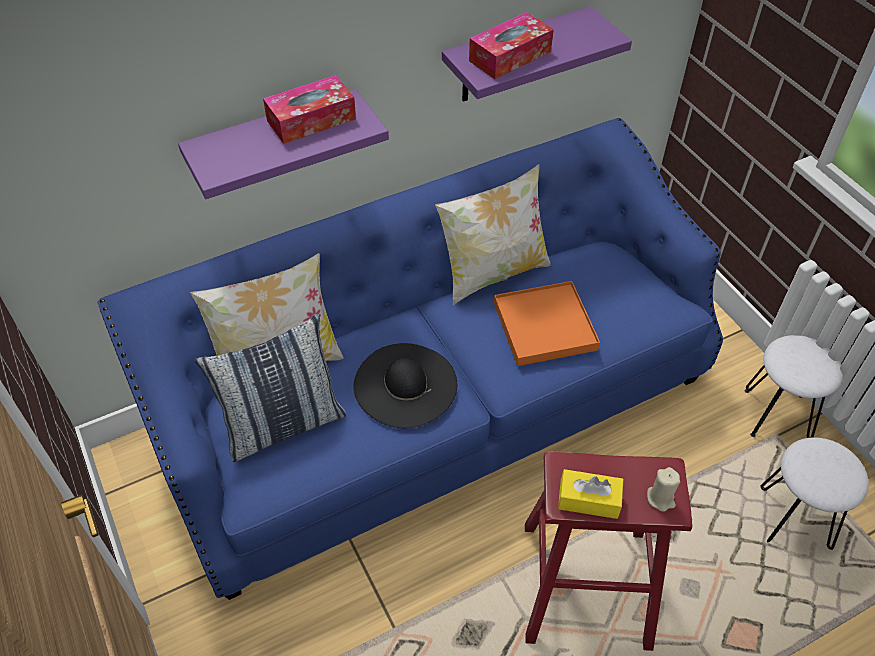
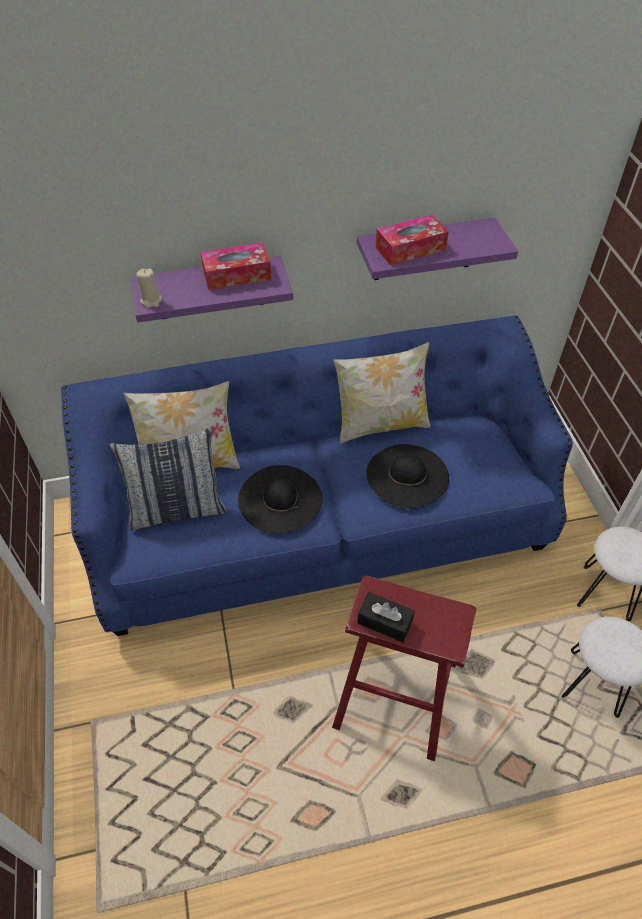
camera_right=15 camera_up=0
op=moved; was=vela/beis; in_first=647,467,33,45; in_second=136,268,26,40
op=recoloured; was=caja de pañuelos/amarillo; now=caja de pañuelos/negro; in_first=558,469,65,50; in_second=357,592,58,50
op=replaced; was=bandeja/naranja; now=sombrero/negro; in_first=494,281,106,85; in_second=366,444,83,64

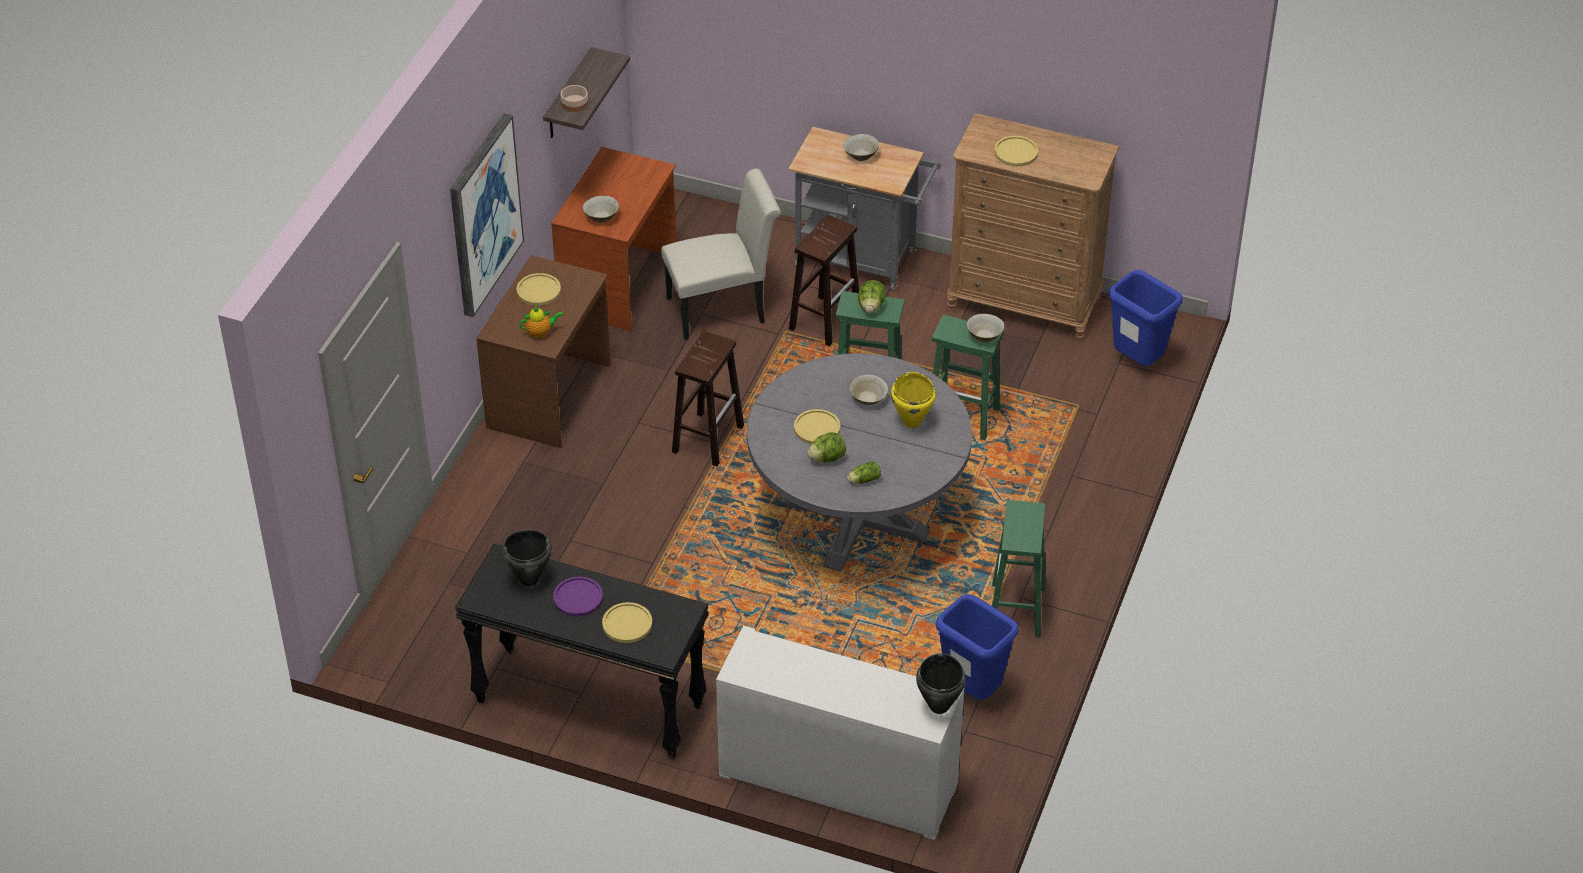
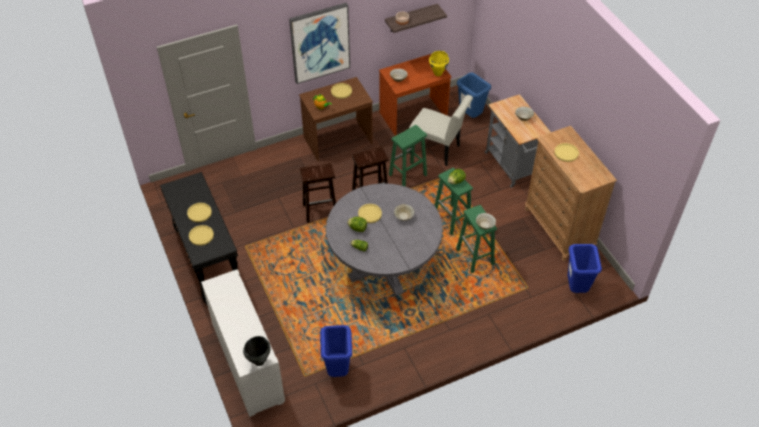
camera_right=45 camera_up=5
op=recoloured; was=plato/morado; now=plato/amarillo; in_first=553,576,50,41; in_second=187,203,25,19
op=moved; was=taburete/marrón; in_first=789,215,70,131; in_second=300,163,36,59
op=moved; was=taburete/verde; in_first=992,500,53,137; in_second=389,125,38,62
op=moved; was=olla/amarillo; in_first=891,372,45,56; in_second=429,51,20,25
op=added; now=papelera/azul; in_second=457,72,34,46
op=removed; was=olla/negro; in_first=502,530,50,56

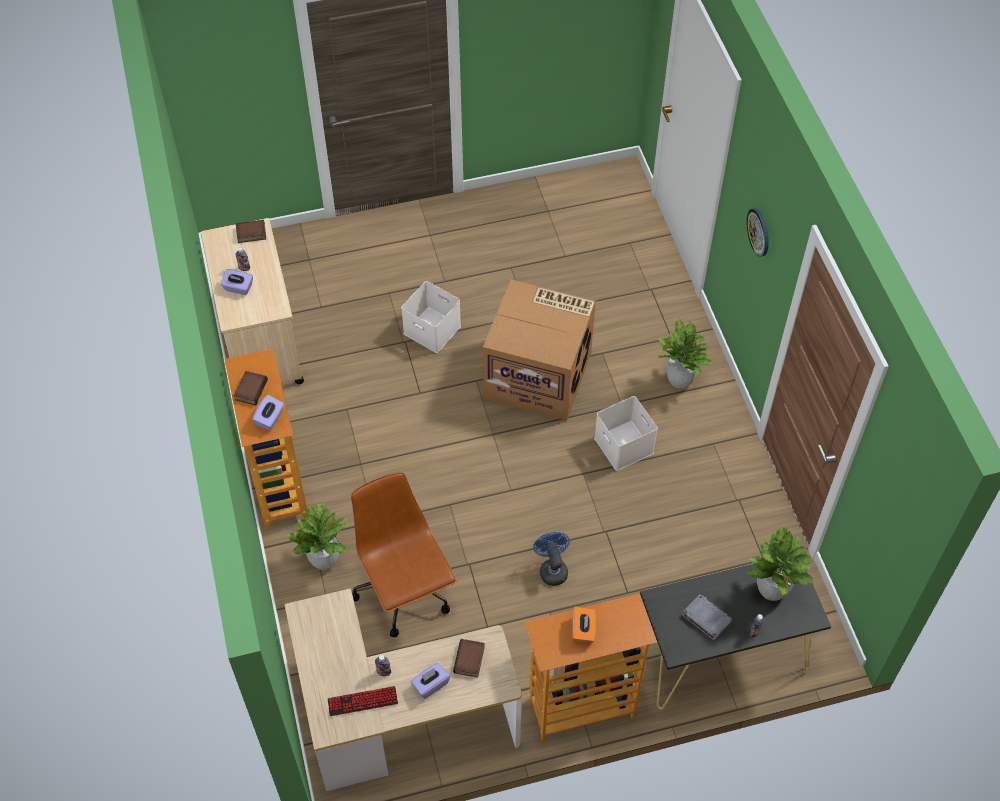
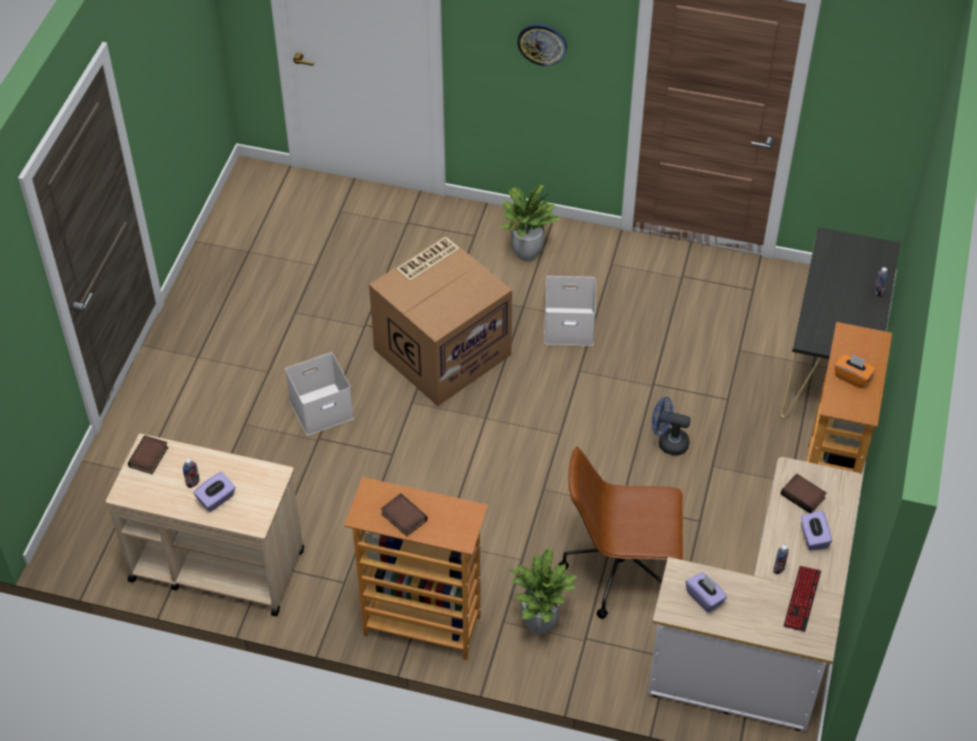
camera_right=-60 camera_up=-5
op=moved; was=caja de pañuelos/morado; in_first=252,395,32,36; in_second=685,572,42,41
op=removed; was=libro/gris; in_first=682,594,50,46
op=removed; was=planta en maceta; in_first=746,527,68,74

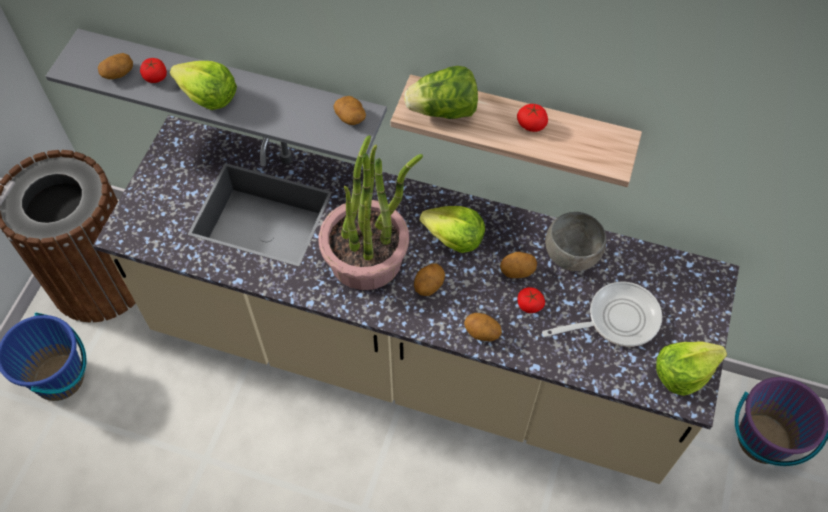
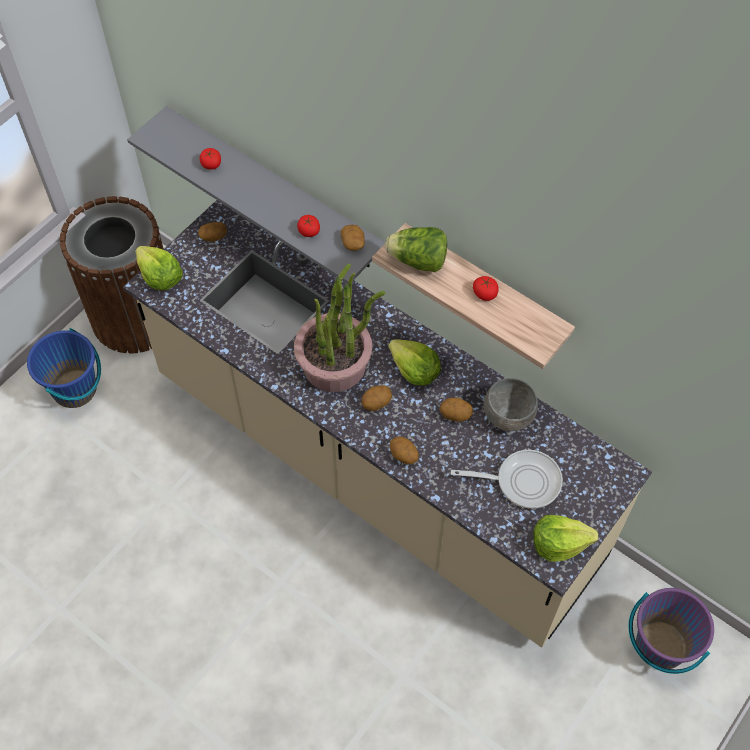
camera_right=20 camera_up=0
op=moved; was=lechuga; in_first=170,61,67,49; in_second=136,246,47,44
op=moved; was=patata; in_first=98,53,35,26; in_second=198,222,29,20
op=moved; was=tomate; in_first=517,287,28,26; in_second=297,215,23,22

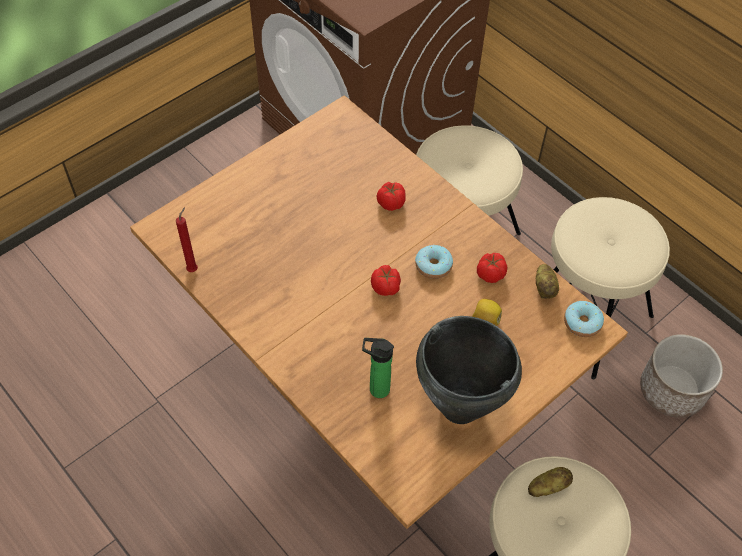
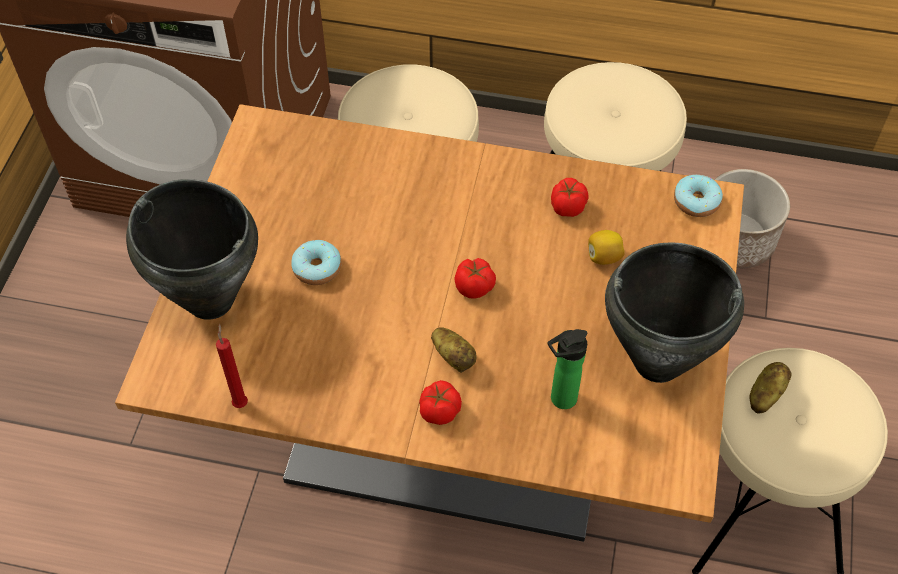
camera_right=-35 camera_up=0
op=added; now=olla/negro; in_second=126,179,132,141
op=moved; was=rosquilla; in_first=415,245,38,34; in_second=291,240,50,45
op=moved; was=tomate; in_first=377,182,29,29; in_second=419,380,43,45
op=moved; was=patata; in_first=536,264,23,35; in_second=431,327,46,46

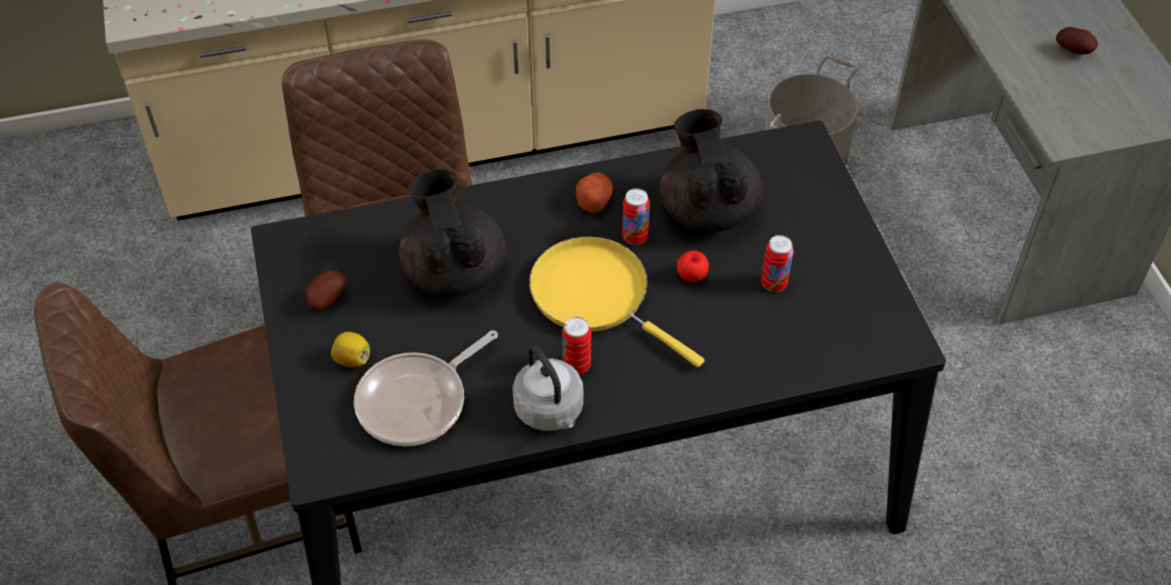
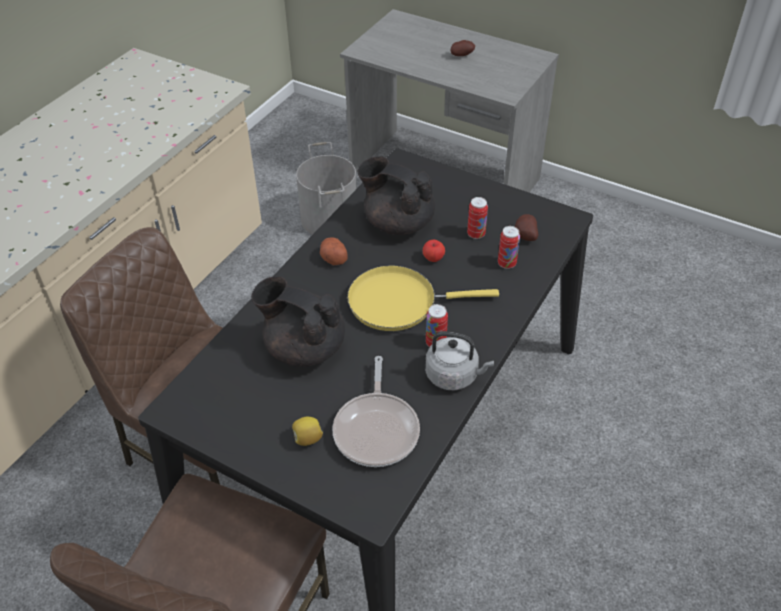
camera_right=-45 camera_up=-5
op=moved; was=lata; in_first=622,188,28,57; in_second=498,226,22,43
op=moved; was=patata; in_first=306,271,40,40; in_second=515,214,23,27

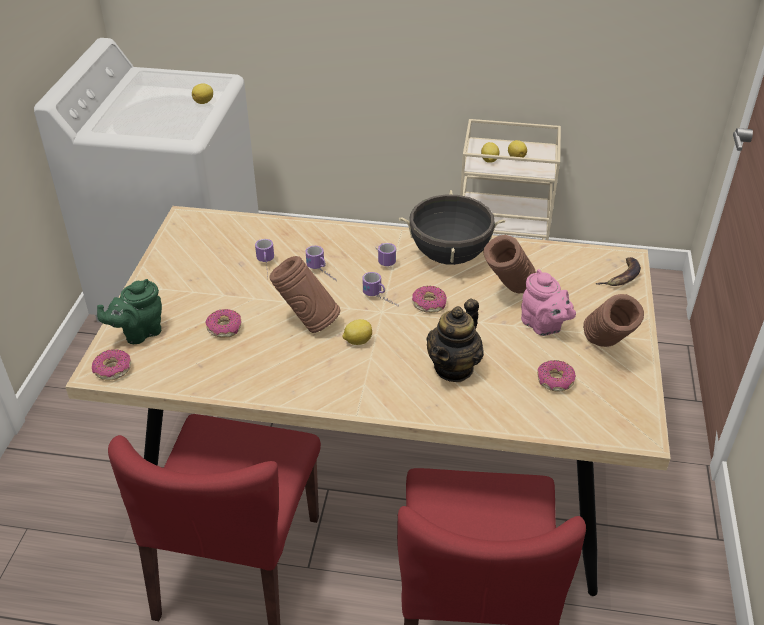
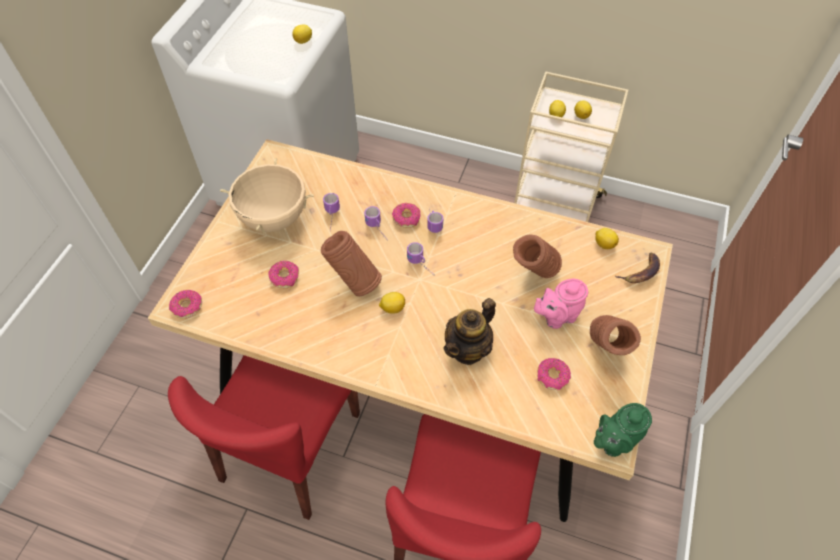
camera_right=10 camera_up=15
op=added; now=olla/beis; in_second=220,158,94,76
op=moved; was=rosquilla; in_first=412,286,35,27; in_second=392,203,29,25
op=turned; was=tetera/rosa; in_first=521,269,55,67; in_second=534,279,54,50; clockwise=90
op=moved; was=tetera/verde; in_first=97,279,65,65; in_second=594,403,58,54
op=added; now=limón; in_second=595,228,24,21
op=removed; was=olla/negro; in_first=399,190,107,75

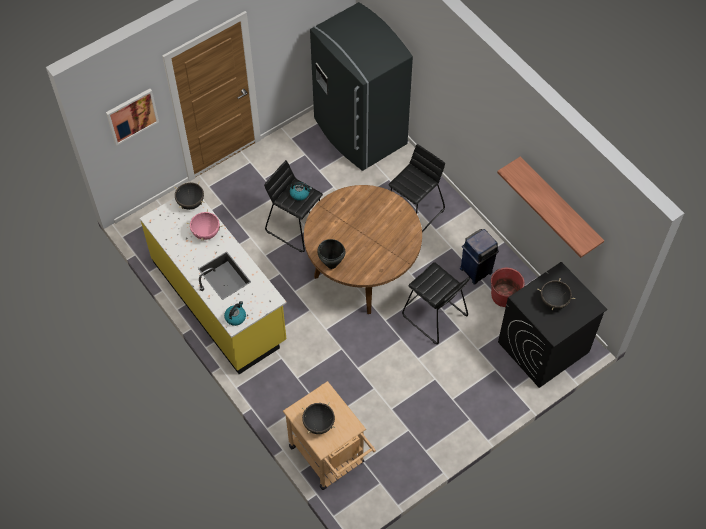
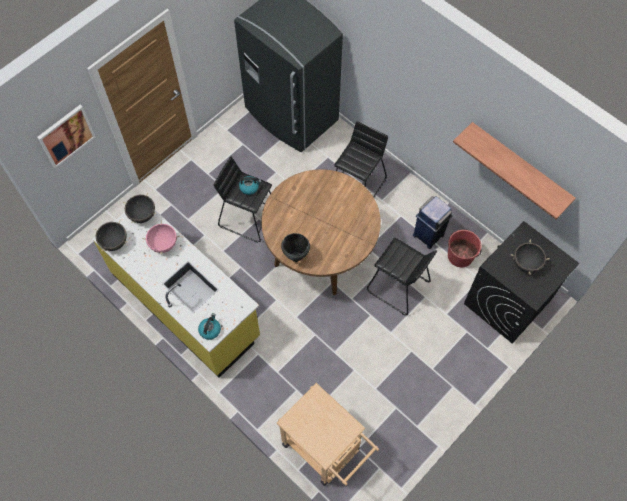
camera_right=-10 camera_up=5
op=moved; was=olla/negro; in_first=302,402,34,32; in_second=95,220,33,31

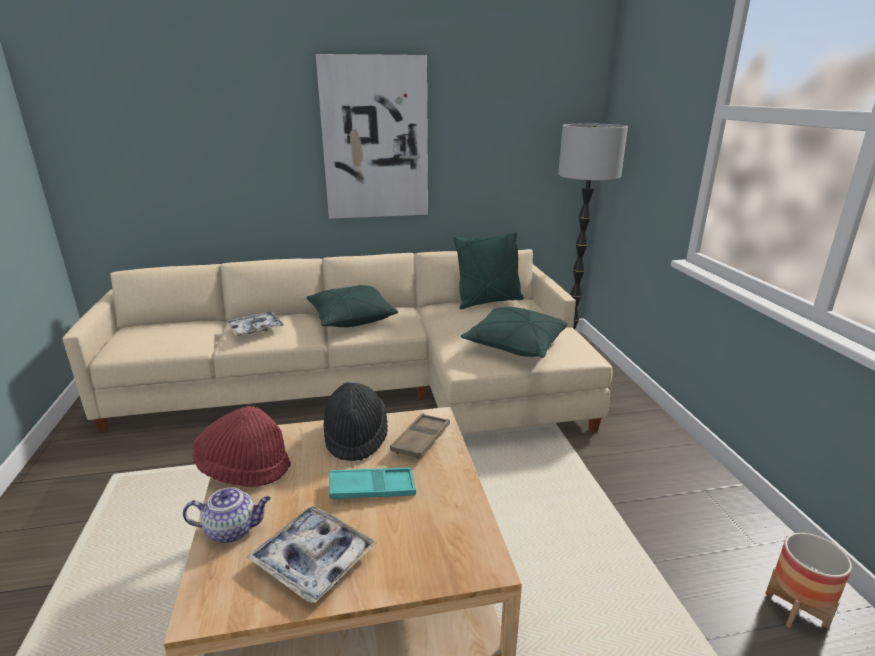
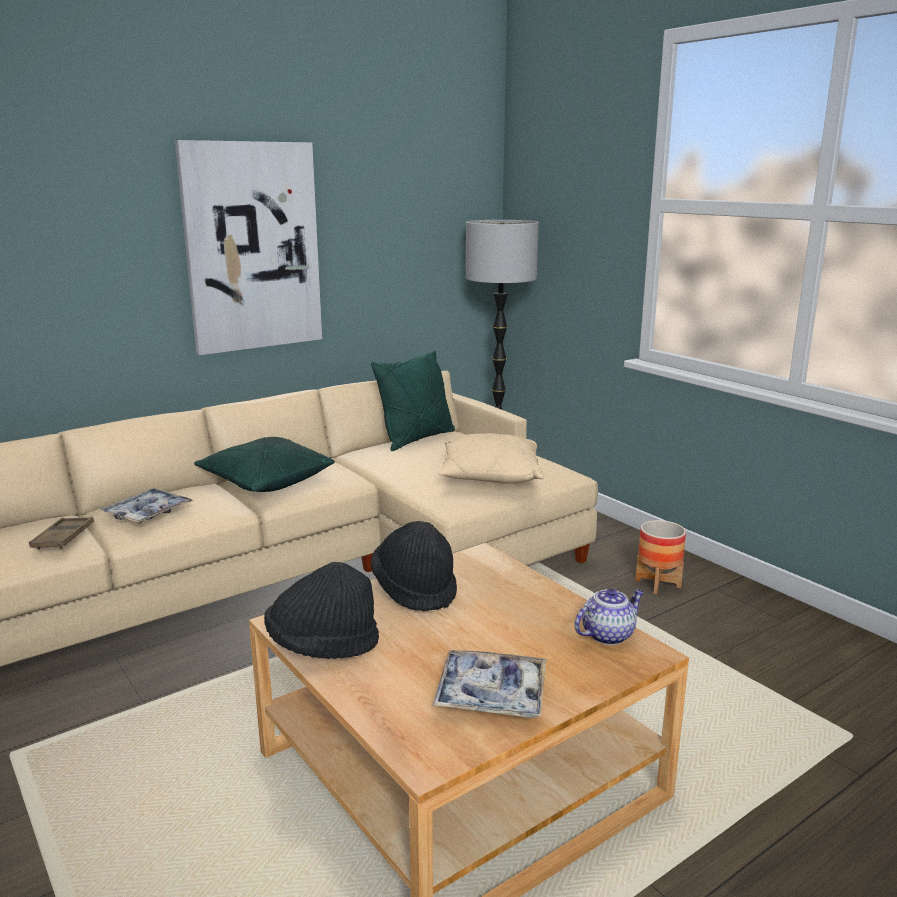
camera_right=-25 camera_up=-5
op=moved; was=bandeja/marrón; in_first=390,413,60,46; in_second=29,517,65,33
op=recoloured; was=sombrero/rojo; now=sombrero/negro; in_first=192,406,99,81; in_second=264,562,115,97
op=recoloured; was=cojín/verde; now=cojín/beis; in_first=461,307,107,51; in_second=438,433,106,51
op=moved; was=tetera; in_first=183,487,88,56; in_second=574,588,70,57
op=moved; was=maceta; in_first=765,533,87,96; in_second=635,520,51,74
op=removed; was=bandeja/turquesa; in_first=329,468,87,31

